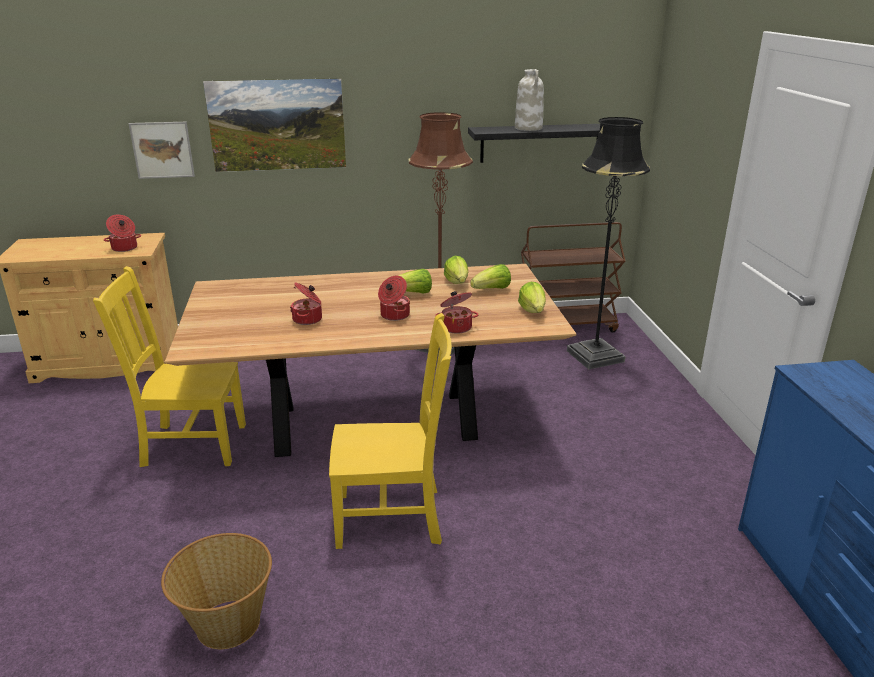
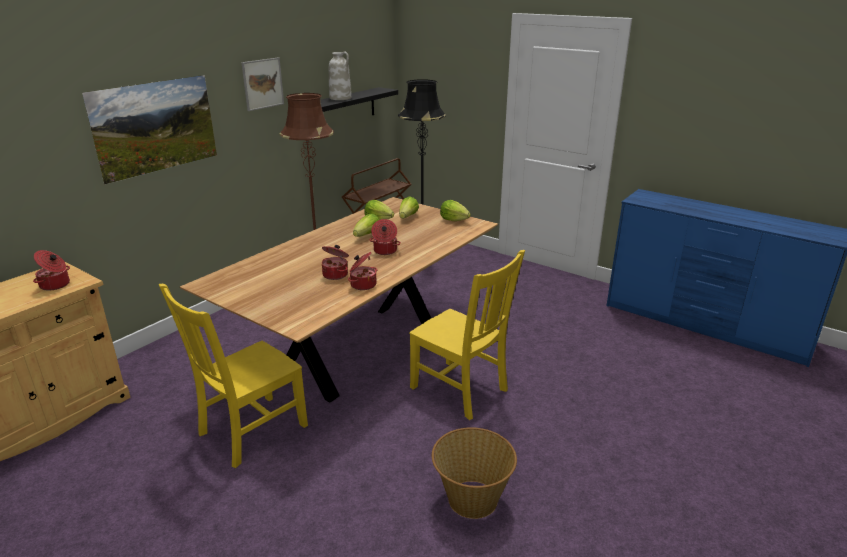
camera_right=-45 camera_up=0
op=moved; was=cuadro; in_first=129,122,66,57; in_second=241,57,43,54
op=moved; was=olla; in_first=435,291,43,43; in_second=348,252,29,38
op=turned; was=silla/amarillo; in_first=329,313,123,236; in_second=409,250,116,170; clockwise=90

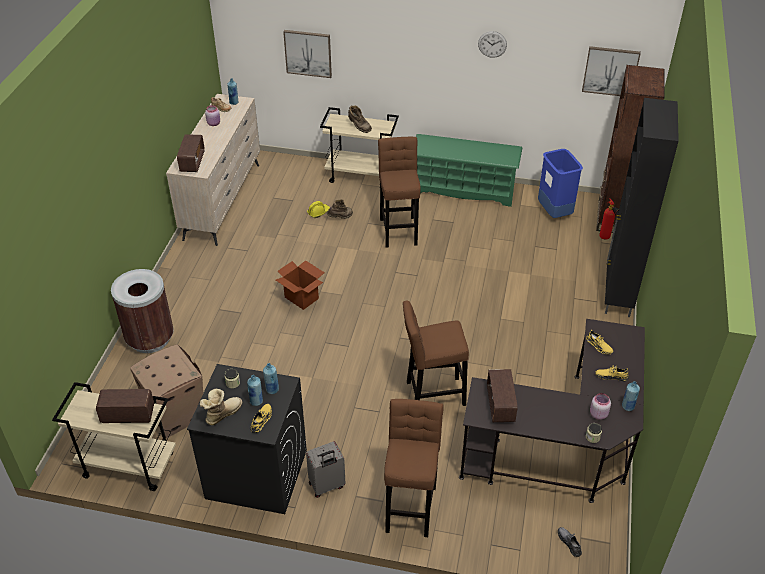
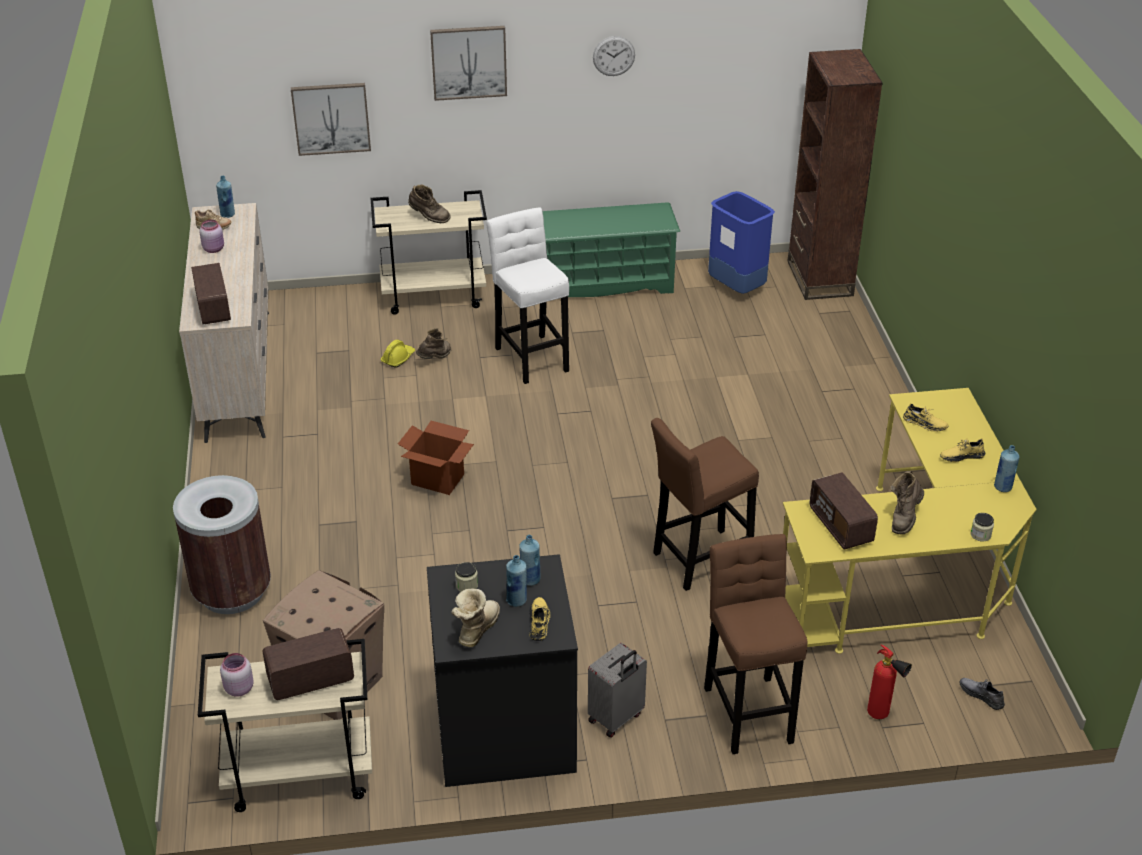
camera_right=-20 camera_up=-5
op=moved; was=tarro/rosa; in_first=590,393,21,27; in_second=220,653,34,44
op=moved; was=cuadro; in_first=582,46,59,50; in_second=430,26,77,75
op=recoloured; was=taburete/marrón; now=taburete/blanco; in_first=378,137,43,111; in_second=486,207,83,177
op=recoloured; was=escritorio/negro; now=escritorio/amarillo; in_first=459,319,186,184; in_second=783,388,253,266
op=moved; was=extintor; in_first=599,198,20,42; in_second=867,645,45,74
op=added; now=bota/marrón; in_second=890,471,34,63
op=removed; was=armario/negro; in_first=605,98,74,219

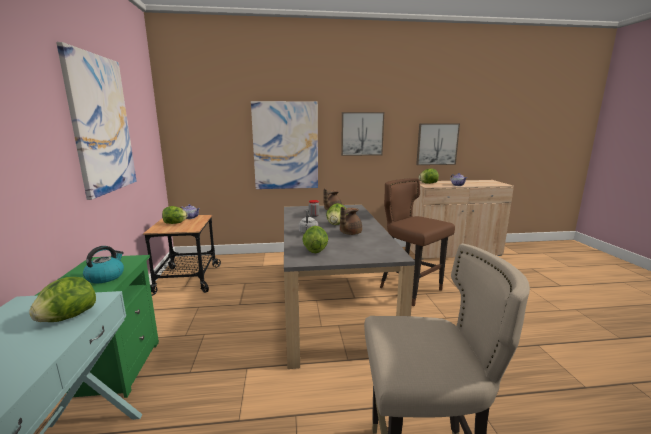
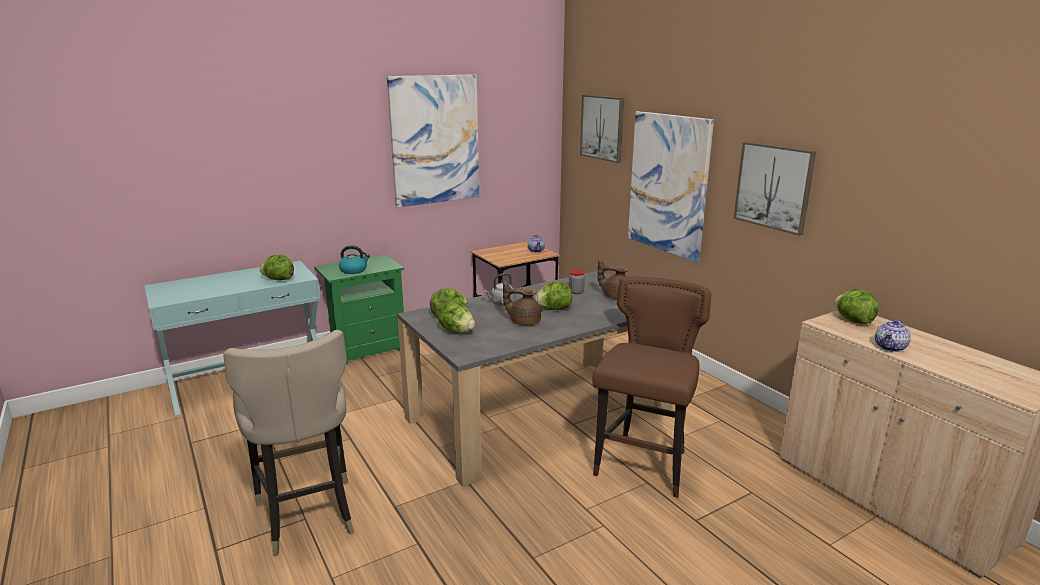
camera_right=65 camera_up=5
op=moved; was=lechuga; in_first=162,206,25,18; in_second=438,301,37,33
op=moved; was=cuadro; in_first=416,123,44,42; in_second=580,95,44,68

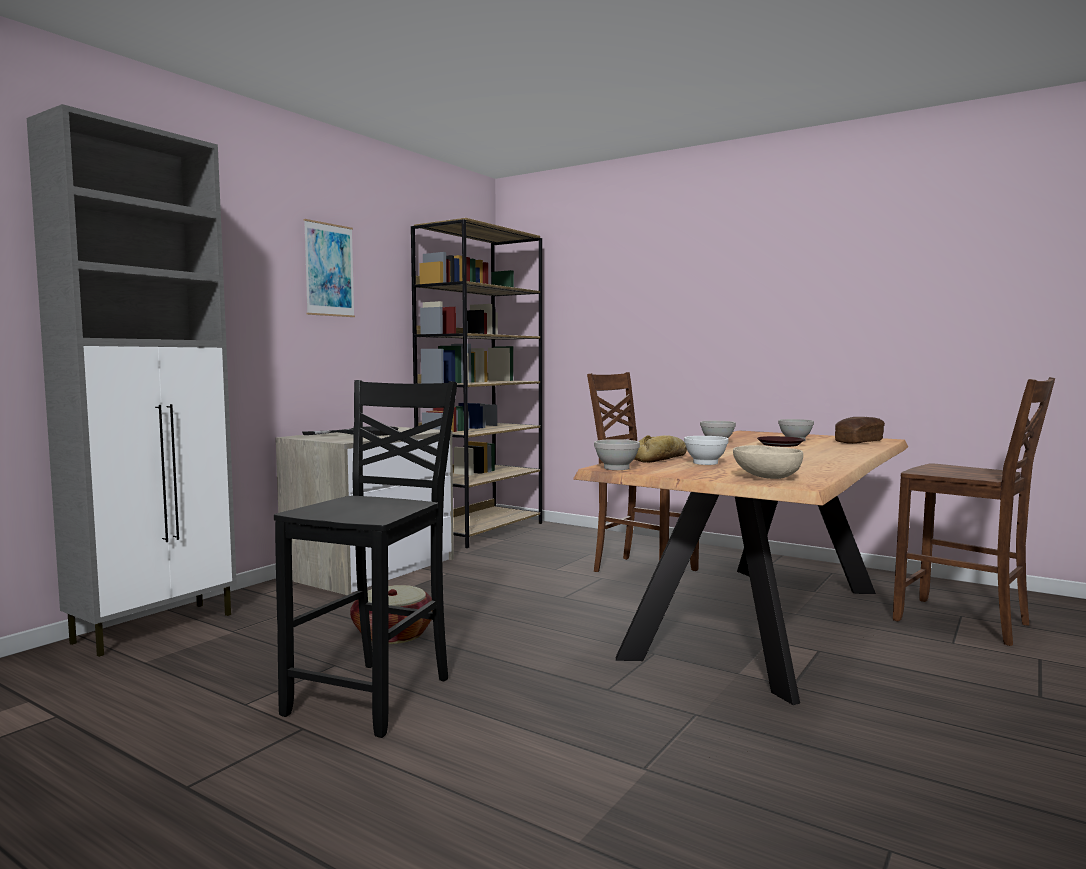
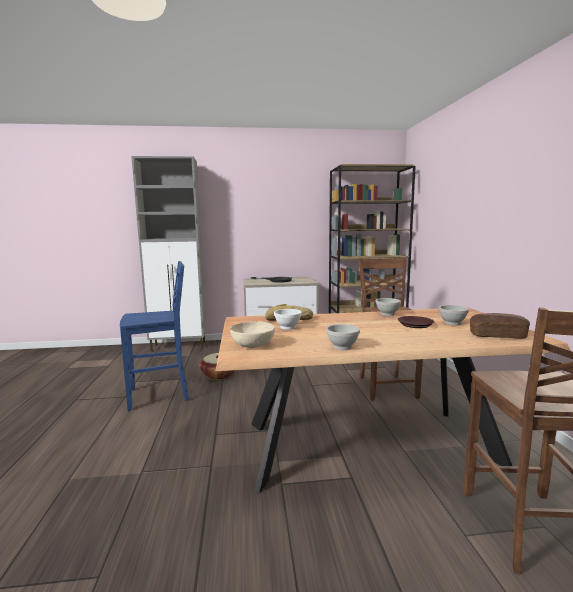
camera_right=50 camera_up=5
op=recoloured; was=silla/negro; now=silla/azul; in_first=274,380,183,358; in_second=120,261,69,150
op=moved; was=cuenco/blanco; in_first=594,439,46,31; in_second=326,324,34,26
op=removed; was=cuadro; in_first=304,219,51,98

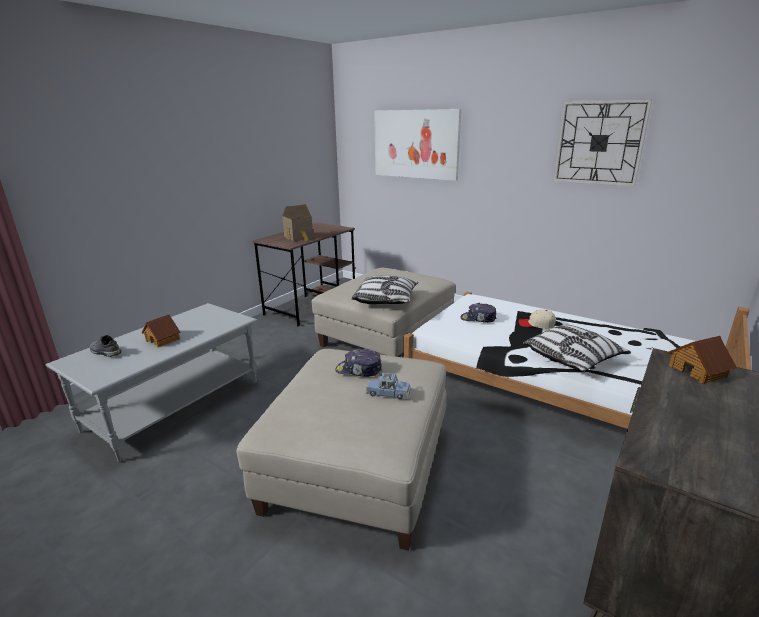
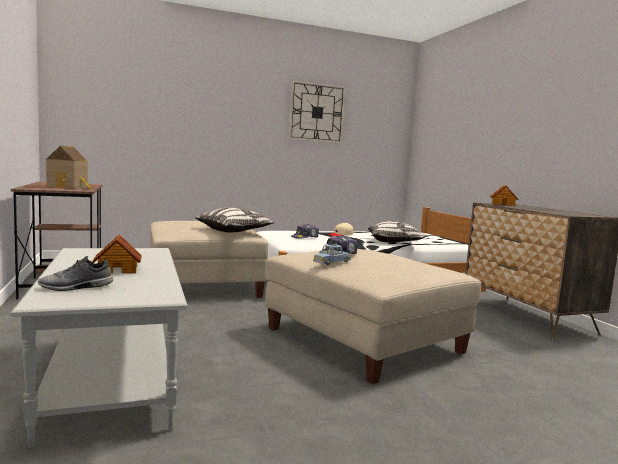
camera_right=-55 camera_up=-15
op=moved; was=coche de juguete/azul; in_first=366,373,45,26; in_second=313,244,38,21
op=removed; was=cuadro; in_first=374,109,87,72

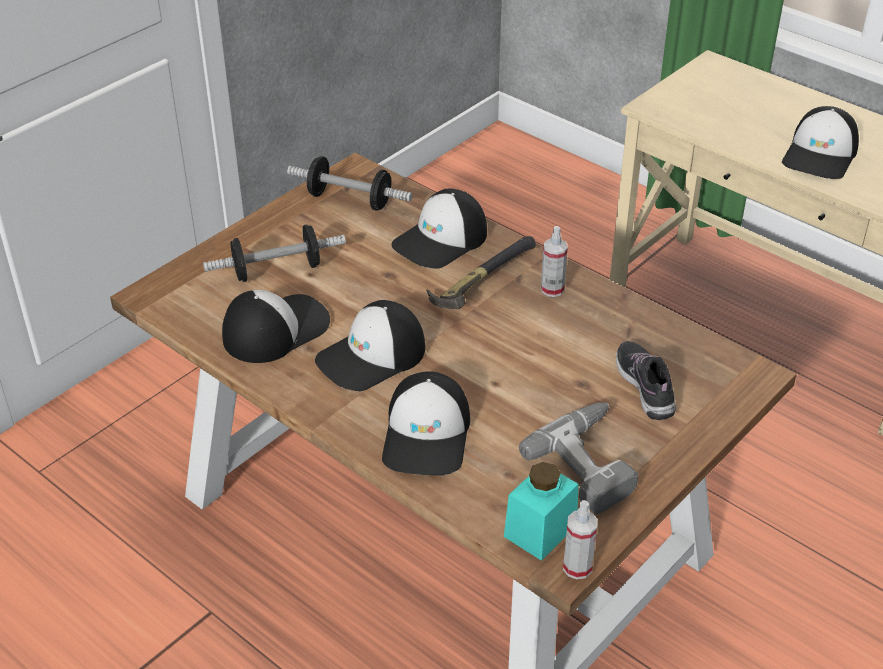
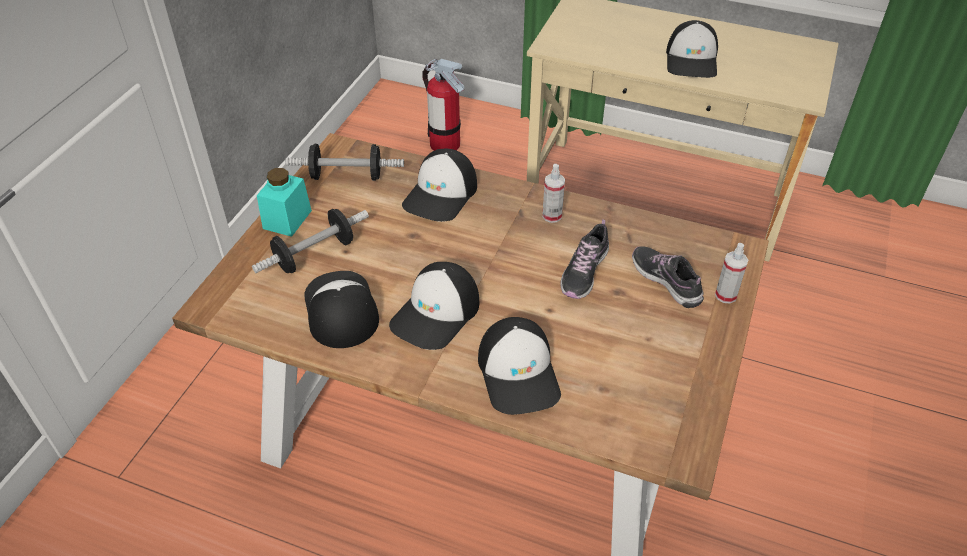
camera_right=-20 camera_up=5
op=moved; was=tarro/turquesa; in_first=504,462,75,99; in_second=257,168,55,69
op=turned; was=gorra; in_first=222,290,108,73; in_second=304,271,75,77; clockwise=-45
op=added; now=extintor; in_second=422,59,42,92
op=added; now=zapato; in_second=560,219,49,80
op=moved; was=pulverizador; in_first=563,500,35,79; in_second=715,243,33,60
op=removed; was=martillo; in_first=426,236,110,73
op=removed; was=taladro; in_first=519,403,119,111

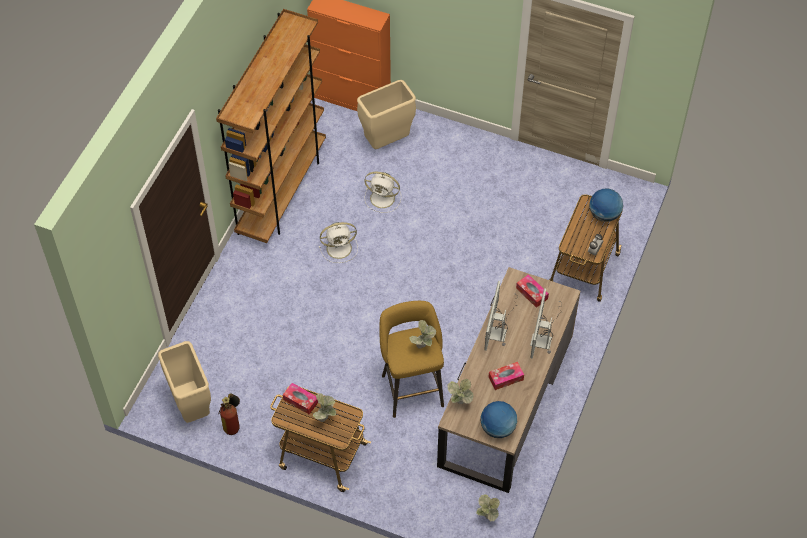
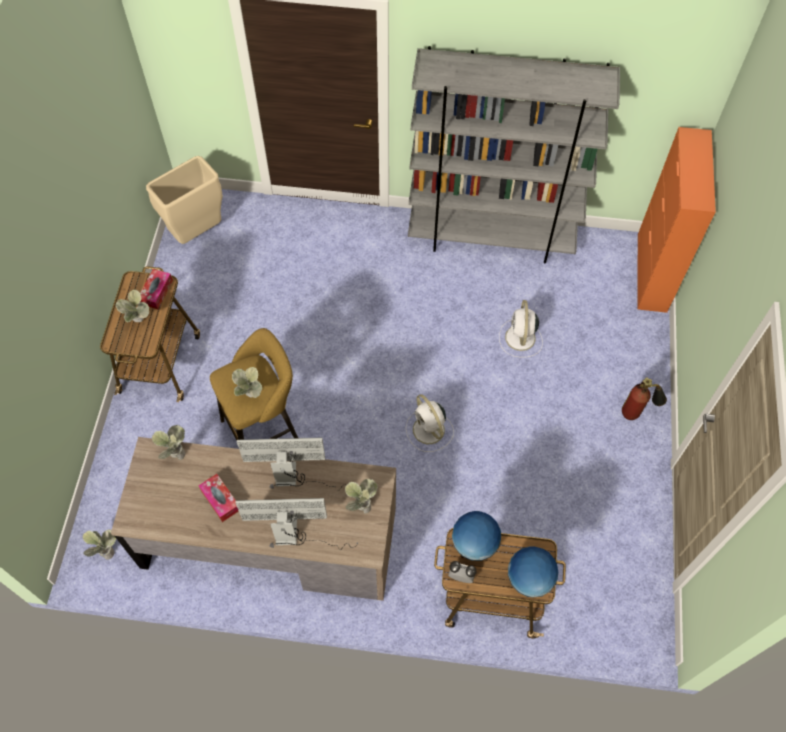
camera_right=75 camera_up=5
op=replaced; was=caja de pañuelos; now=planta en maceta; in_first=516,274,33,34; in_second=345,479,33,35
op=moved; was=ventilador/blanco; in_first=319,222,39,41; in_second=406,394,48,58
op=recoloured; was=estantería/marrón; now=estantería/gris; in_first=216,9,110,234; in_second=408,46,212,217
op=moved; was=globo terráqueo; in_first=480,401,37,37; in_second=452,511,49,50
op=moved; was=extintor; in_first=219,394,21,41; in_second=622,377,45,43
op=removed; was=papelera/beis; in_first=357,80,59,69

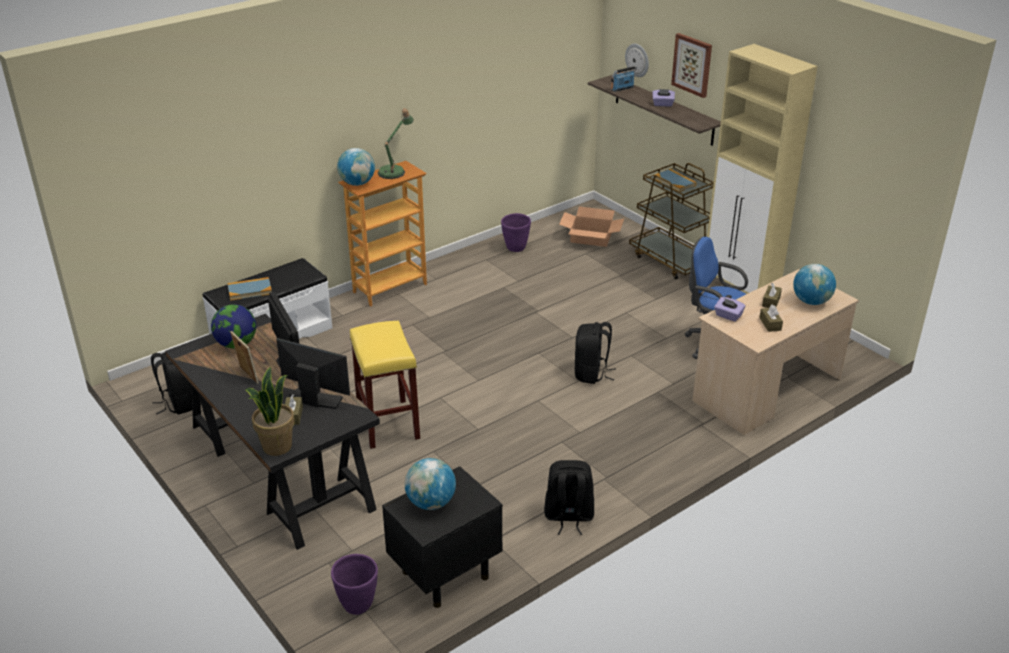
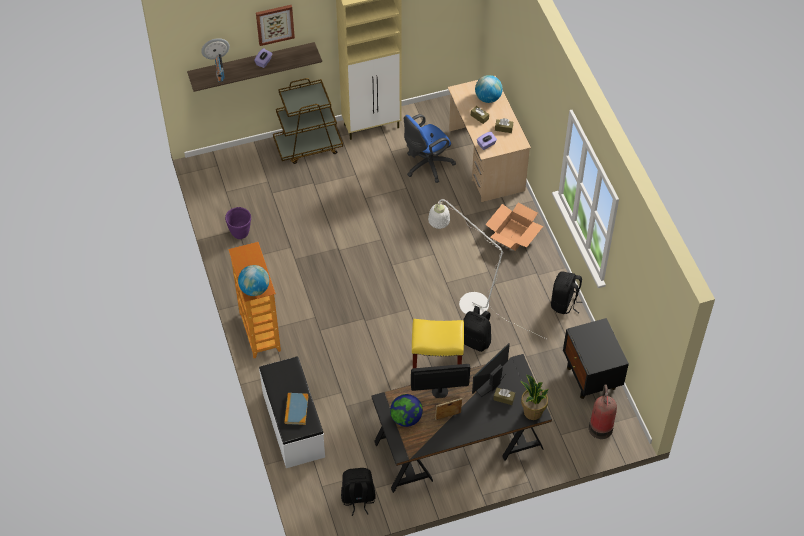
camera_right=-70 camera_up=20
op=added; now=lámpara de pie/blanco; in_second=428,199,118,140
op=moved; was=mochila/negro; in_first=575,322,41,62; in_second=463,306,28,46
op=moved; was=caja de cartón; in_first=559,207,65,40; in_second=485,203,58,48
op=replaced; was=maceta/morado; now=extintor; in_first=331,554,47,61; in_second=589,384,28,55
op=removed; was=lámpara de mesa; in_first=378,108,36,71
op=removed; was=globo terráqueo; in_first=405,458,51,52
op=removed; was=libro; in_first=655,169,41,23

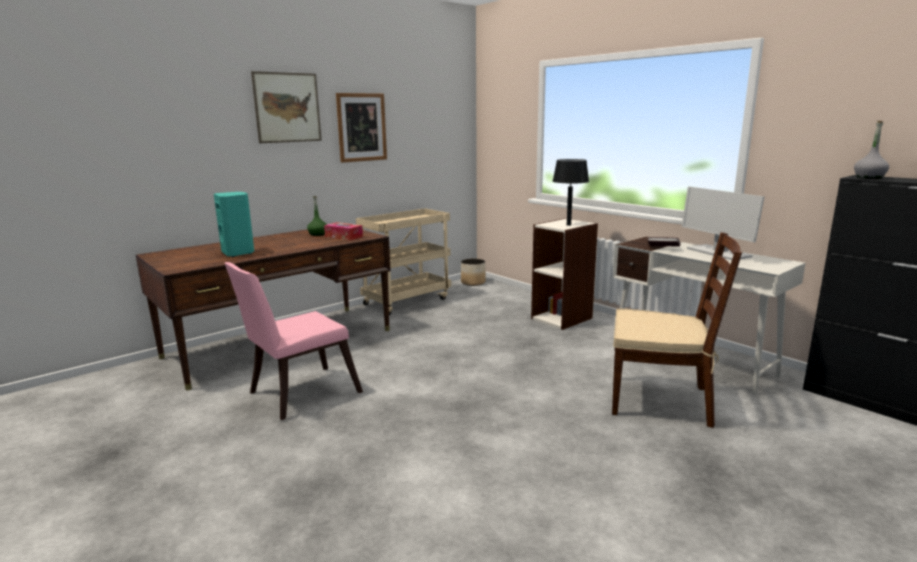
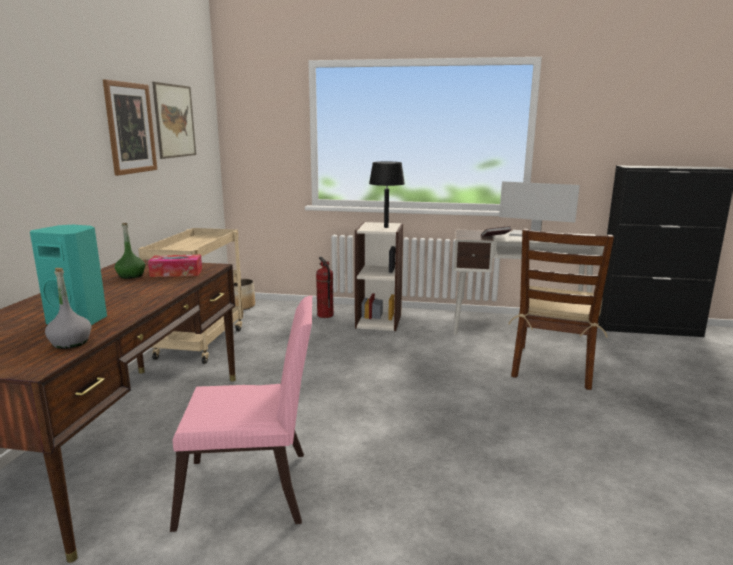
camera_right=-40 camera_up=0
op=moved; was=botella/gris; in_first=854,121,35,58; in_second=45,268,46,81
op=moved; was=cuadro; in_first=251,71,71,72; in_second=152,82,44,77
op=turned; was=silla/rosa; in_first=224,262,139,158; in_second=170,296,142,236; clockwise=-105
op=added; now=extintor; in_second=316,257,17,61
op=turned; was=silla/marrón; in_first=612,232,130,196; in_second=508,229,106,161; clockwise=135

